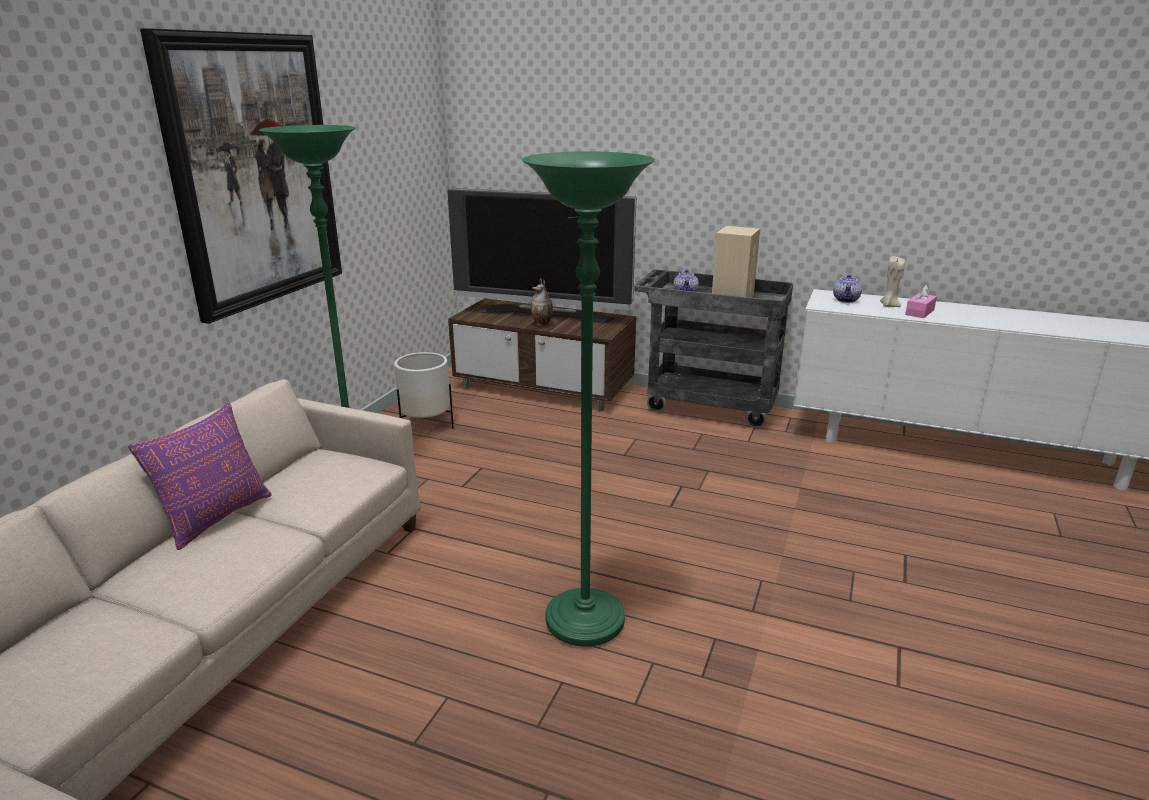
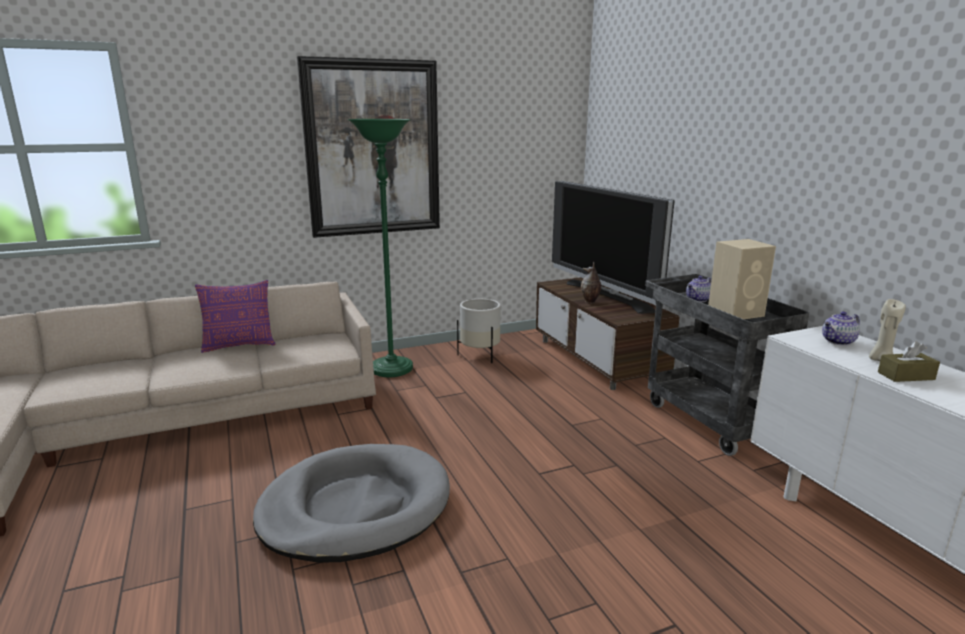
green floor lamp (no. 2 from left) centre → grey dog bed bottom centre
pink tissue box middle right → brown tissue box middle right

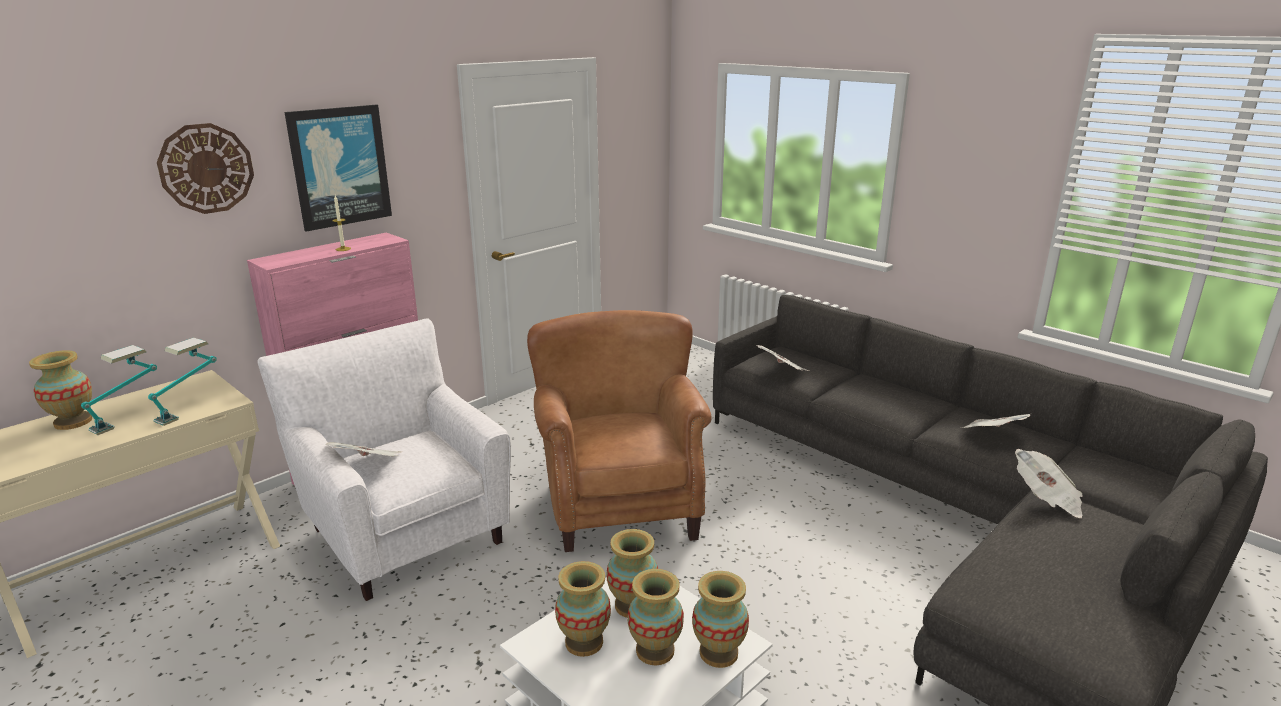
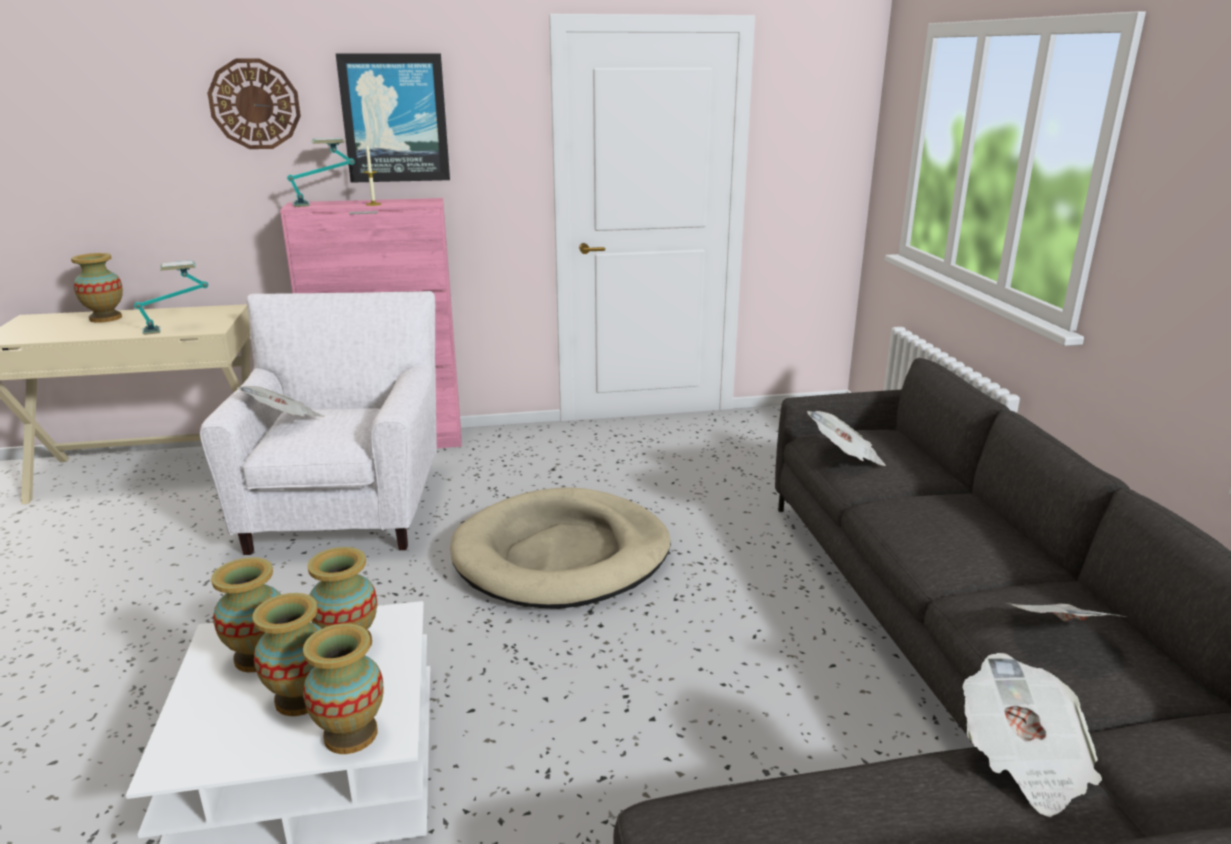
brown armchair centre → beige dog bed centre
table lamp (no. 1 from left in the first image) middle left → table lamp (no. 2 from left) top left, shifted

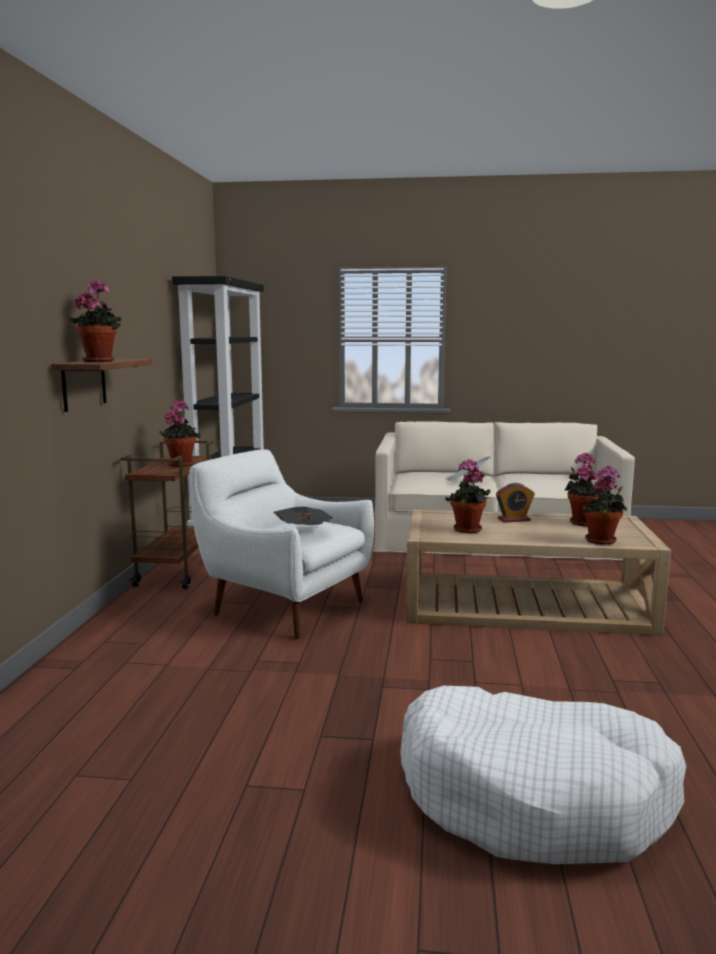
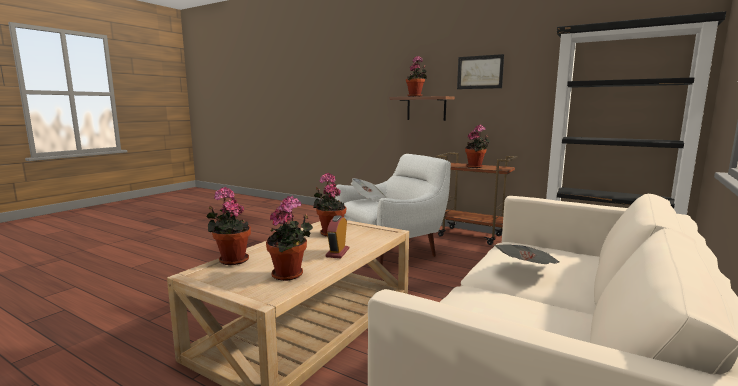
white dog bed bottom right → -
- → picture top centre

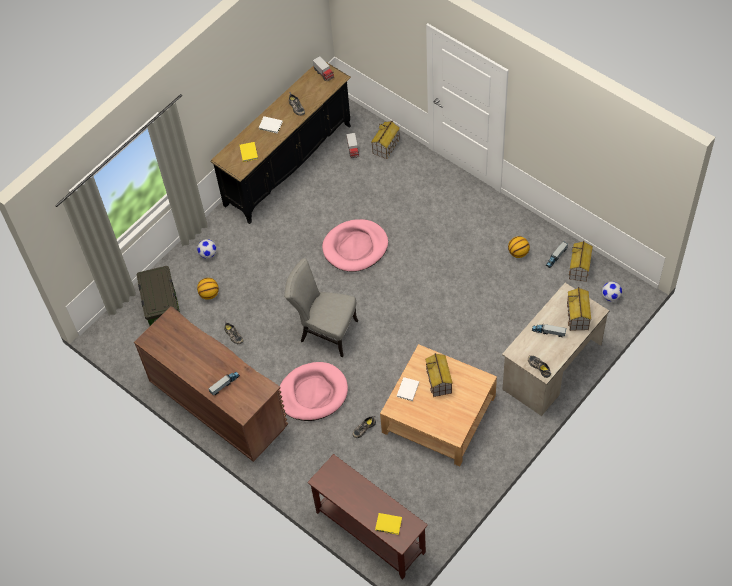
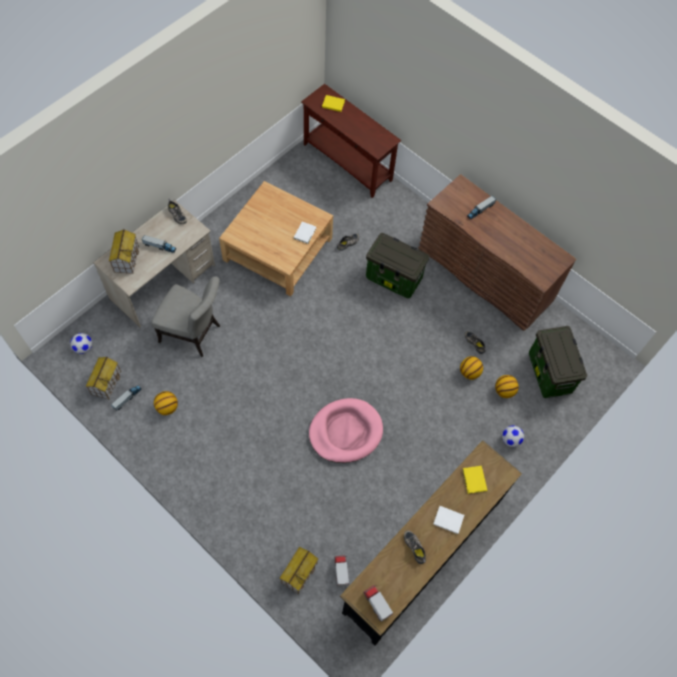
grey chair centre → grey chair middle left, shifted
toy house (no. 2 from left) centre → -
pink dog bed (no. 1 from left) bottom centre → storage box (no. 1 from left) centre
- → basketball (no. 2 from left) middle right

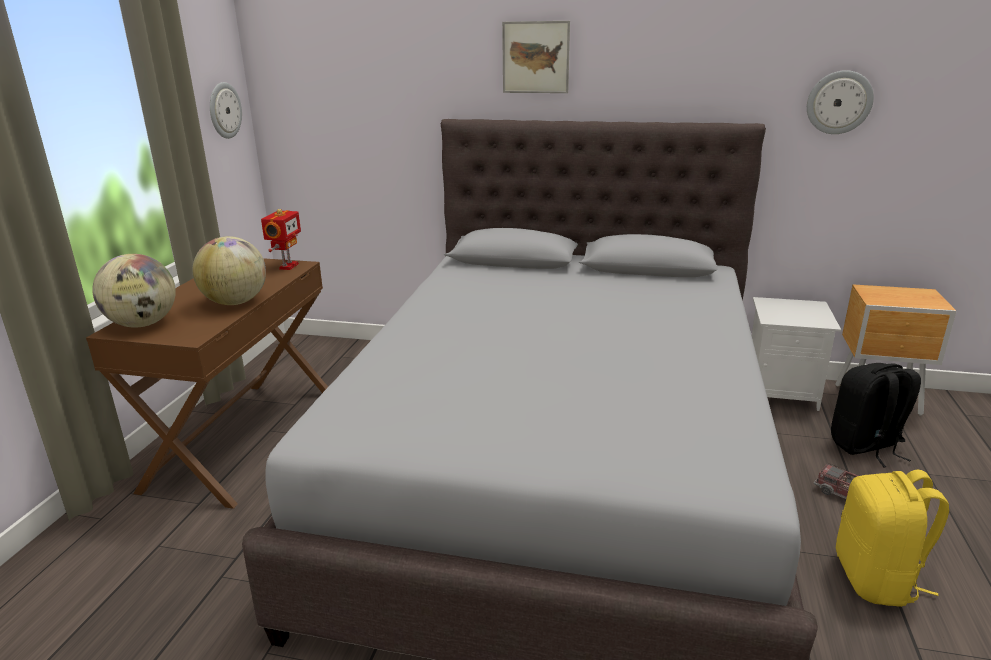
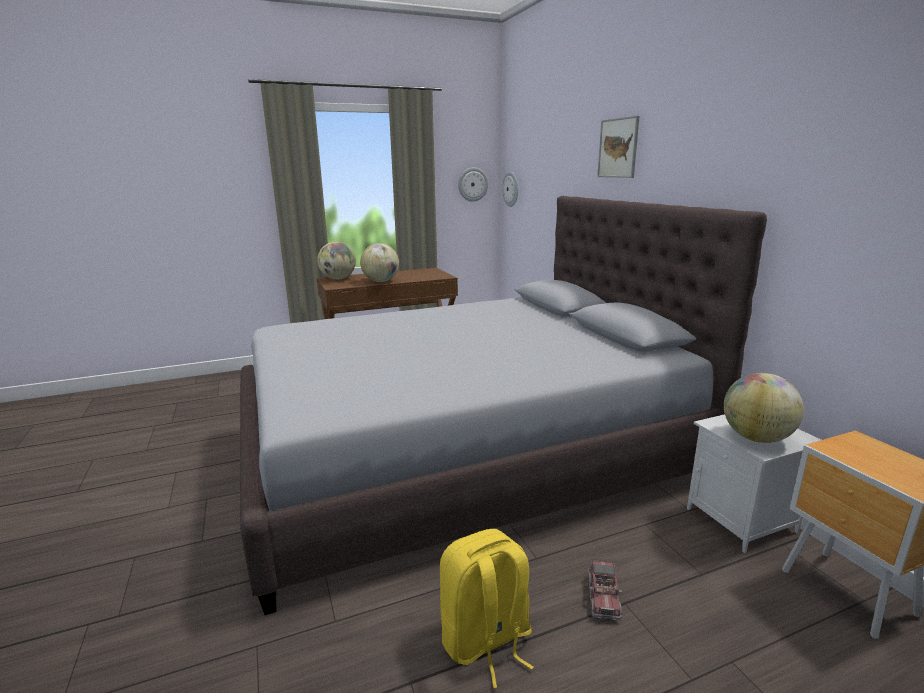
wall clock (no. 2 from left) top right → wall clock (no. 2 from left) top centre, shifted
toy robot middle left → -
black backpack middle right → -
- → globe (no. 3 from left) middle right

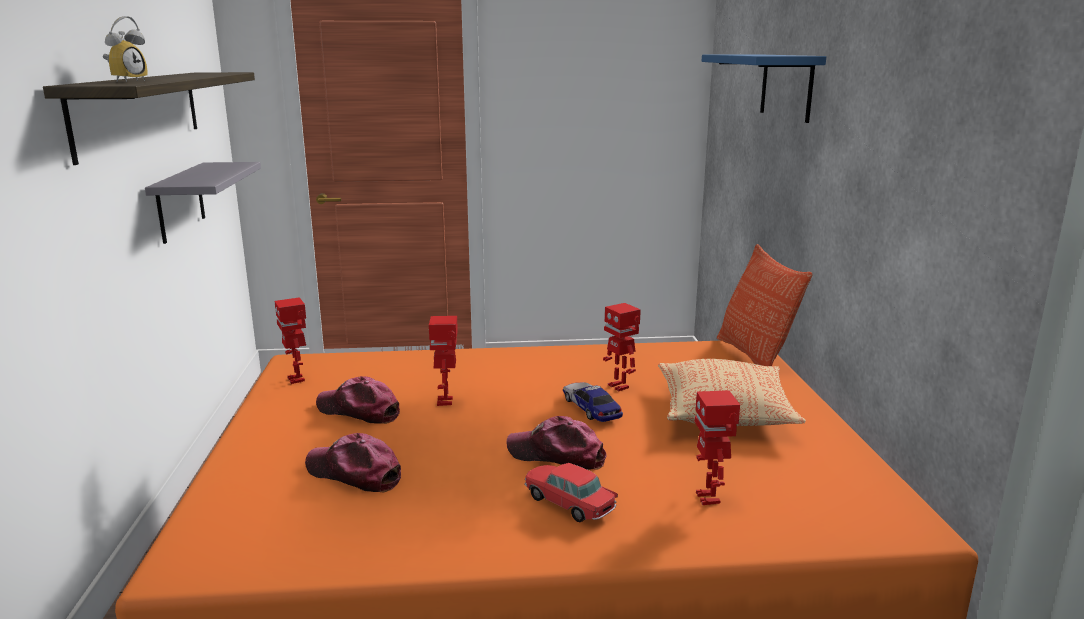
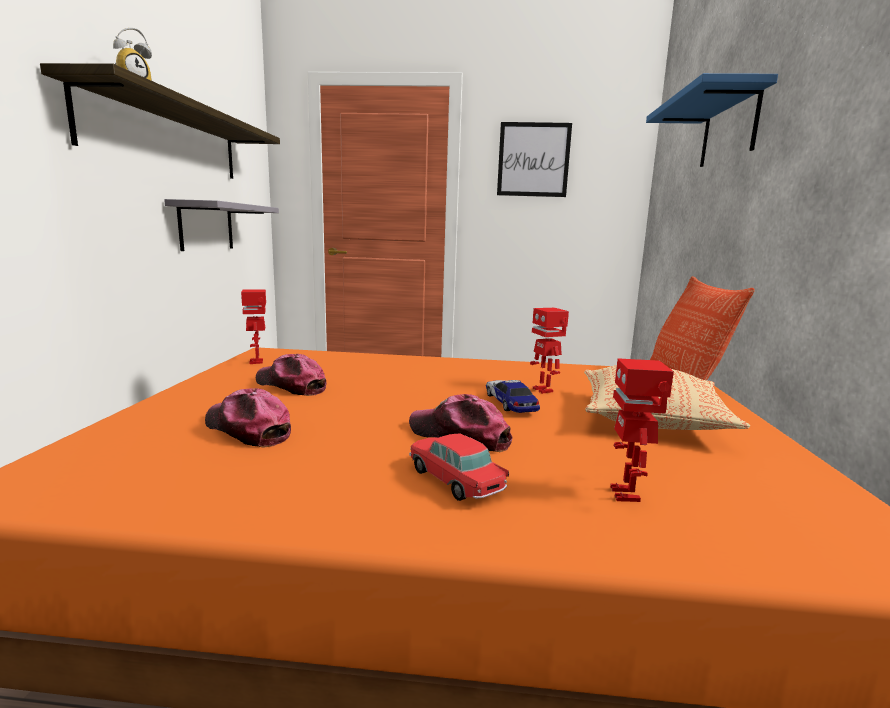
toy robot (no. 2 from left) centre → -
- → picture top centre

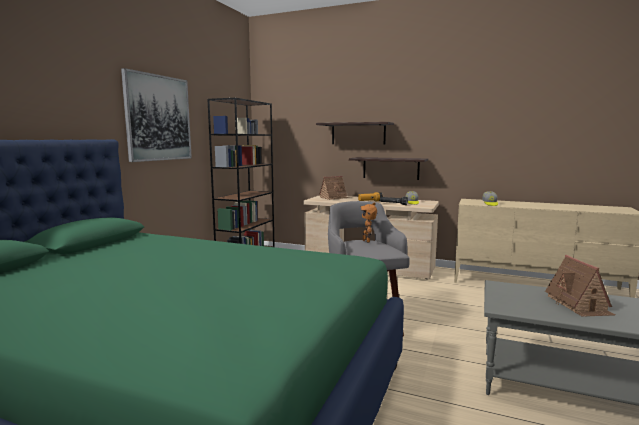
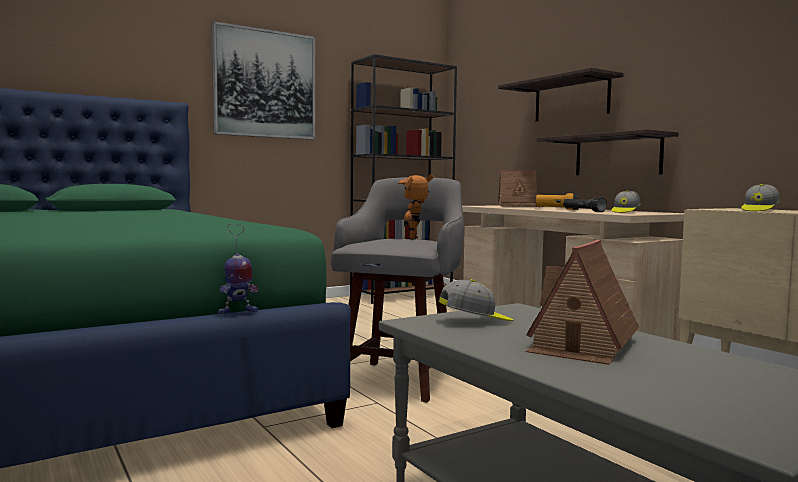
- → toy robot (no. 1 from left) middle left
- → cap (no. 1 from left) centre

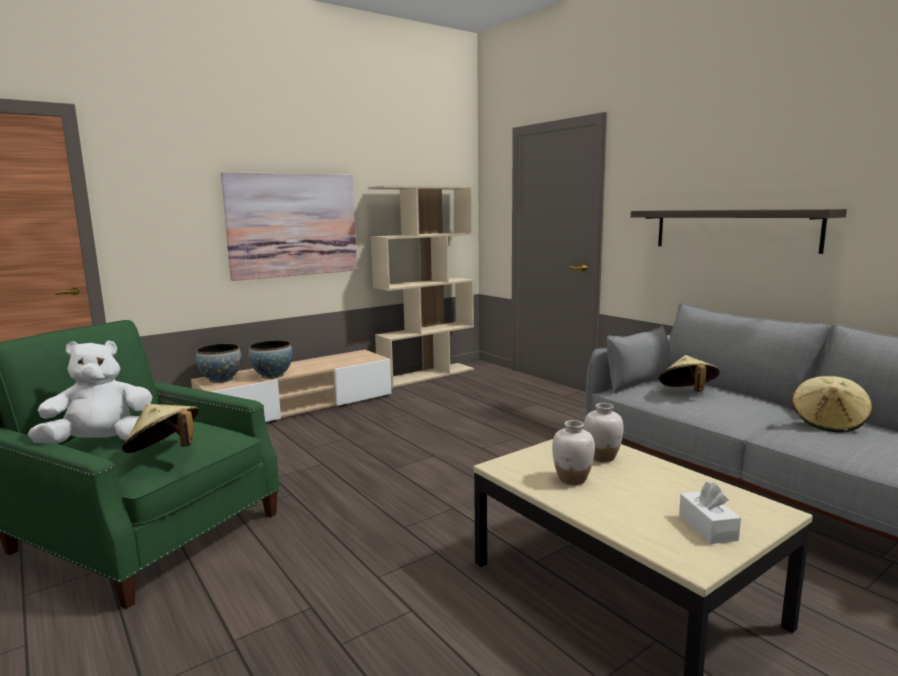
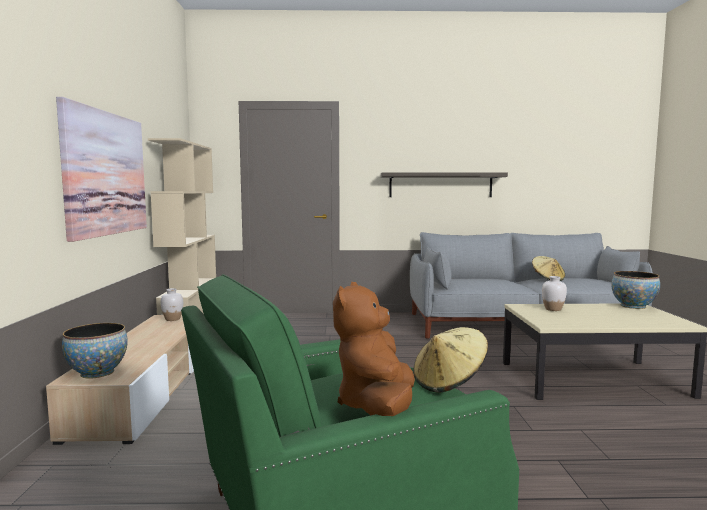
bowl (no. 2 from left) middle left → bowl (no. 2 from left) middle right, shifted
white plush toy middle left → brown plush toy bottom centre
beige hat (no. 2 from left) middle right → -
white vase (no. 1 from left) bottom centre → white vase (no. 1 from left) middle left, shifted
white tissue box bottom right → -

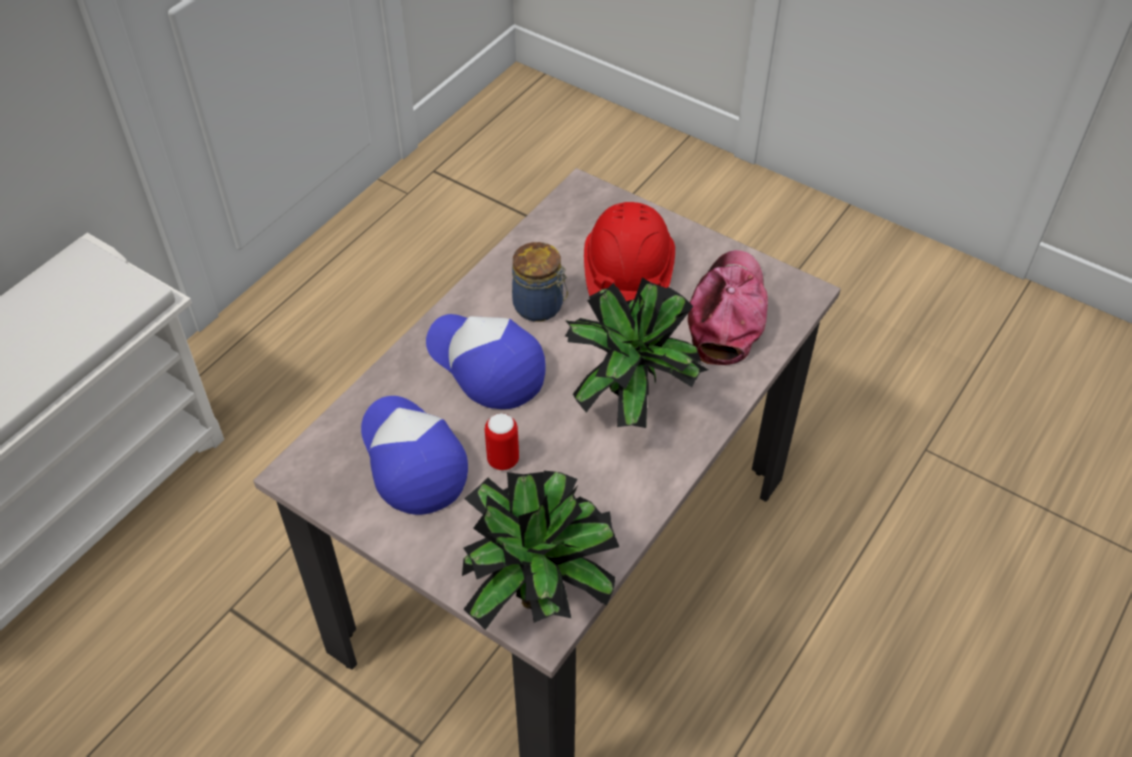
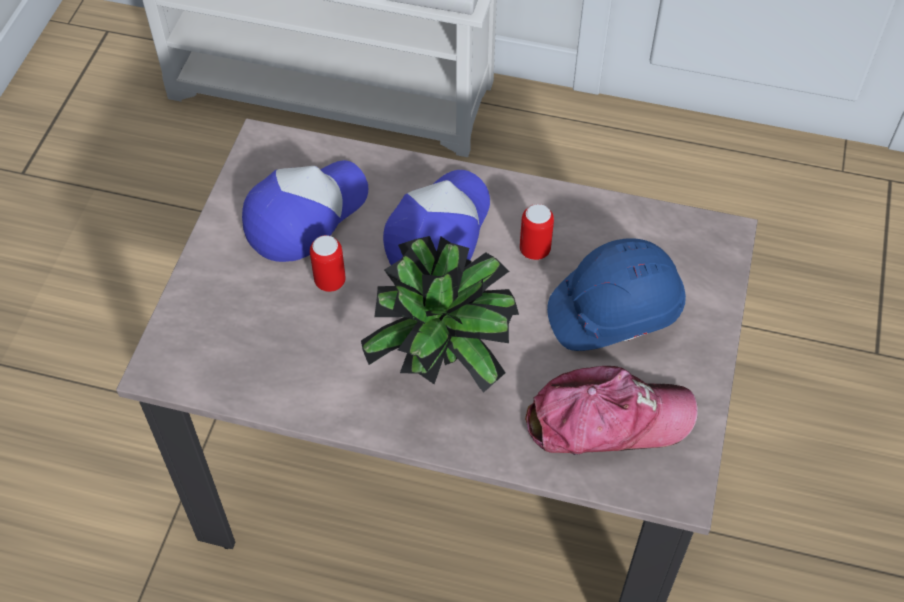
red hard hat top centre → blue hard hat middle right
jar centre → can (no. 2 from left) centre
potted plant (no. 1 from left) bottom centre → -

